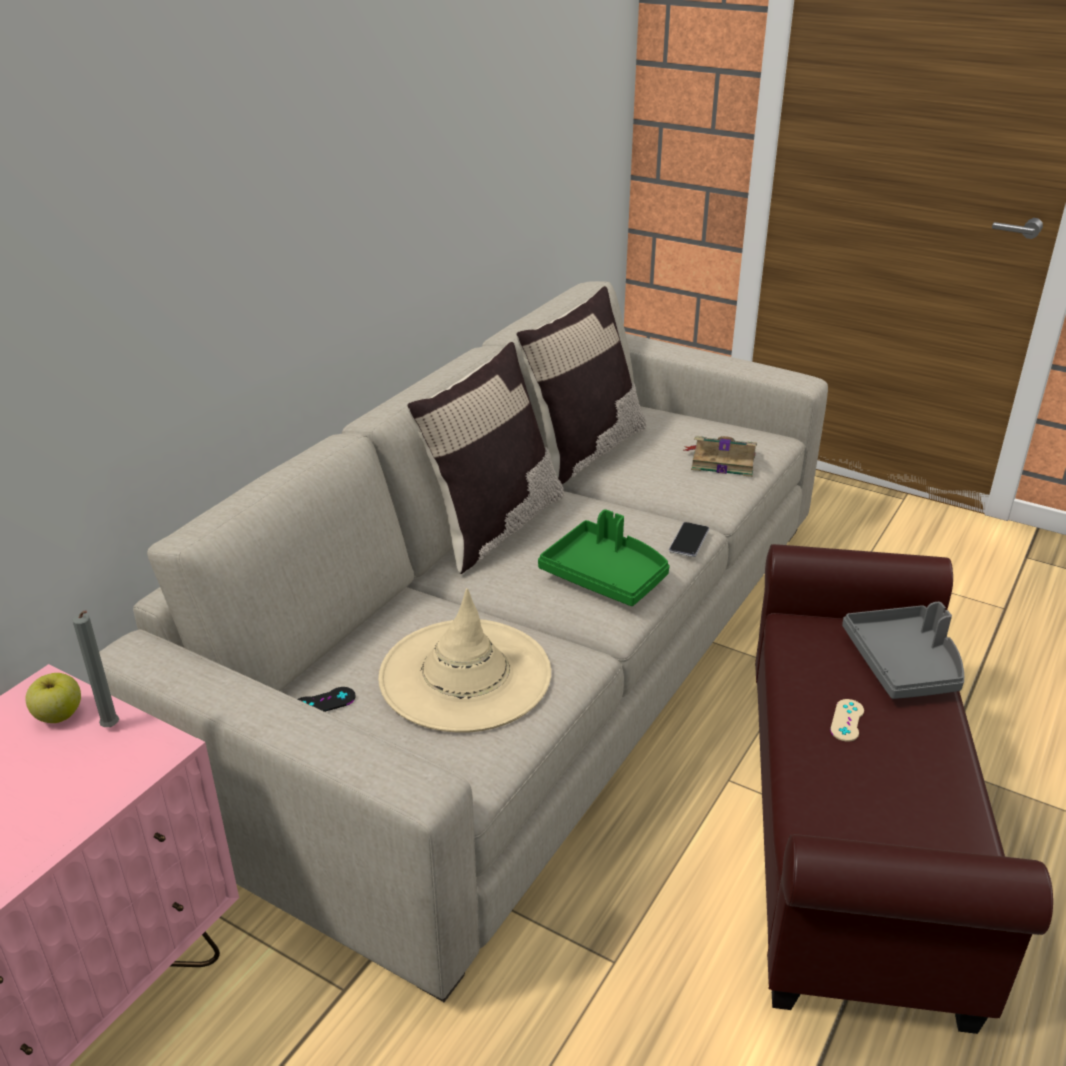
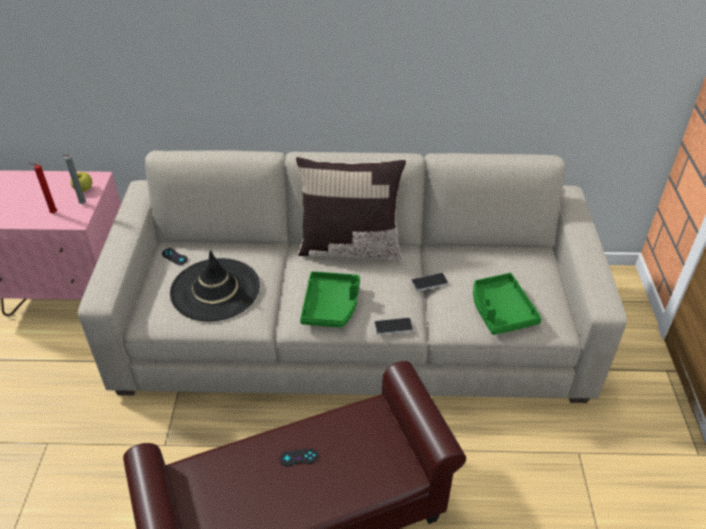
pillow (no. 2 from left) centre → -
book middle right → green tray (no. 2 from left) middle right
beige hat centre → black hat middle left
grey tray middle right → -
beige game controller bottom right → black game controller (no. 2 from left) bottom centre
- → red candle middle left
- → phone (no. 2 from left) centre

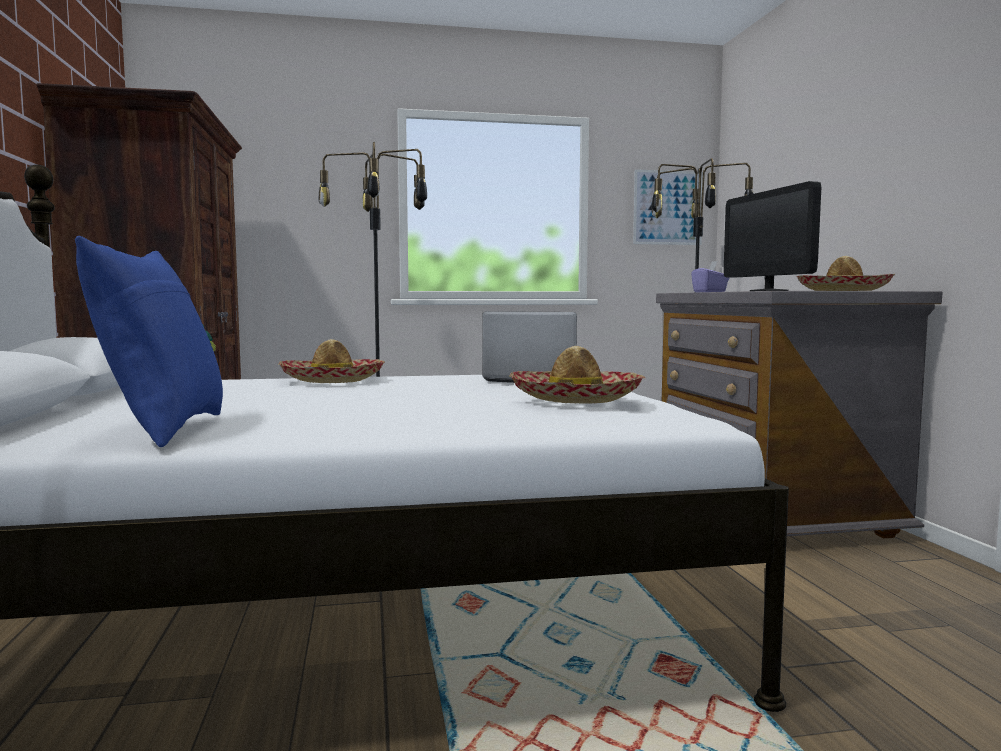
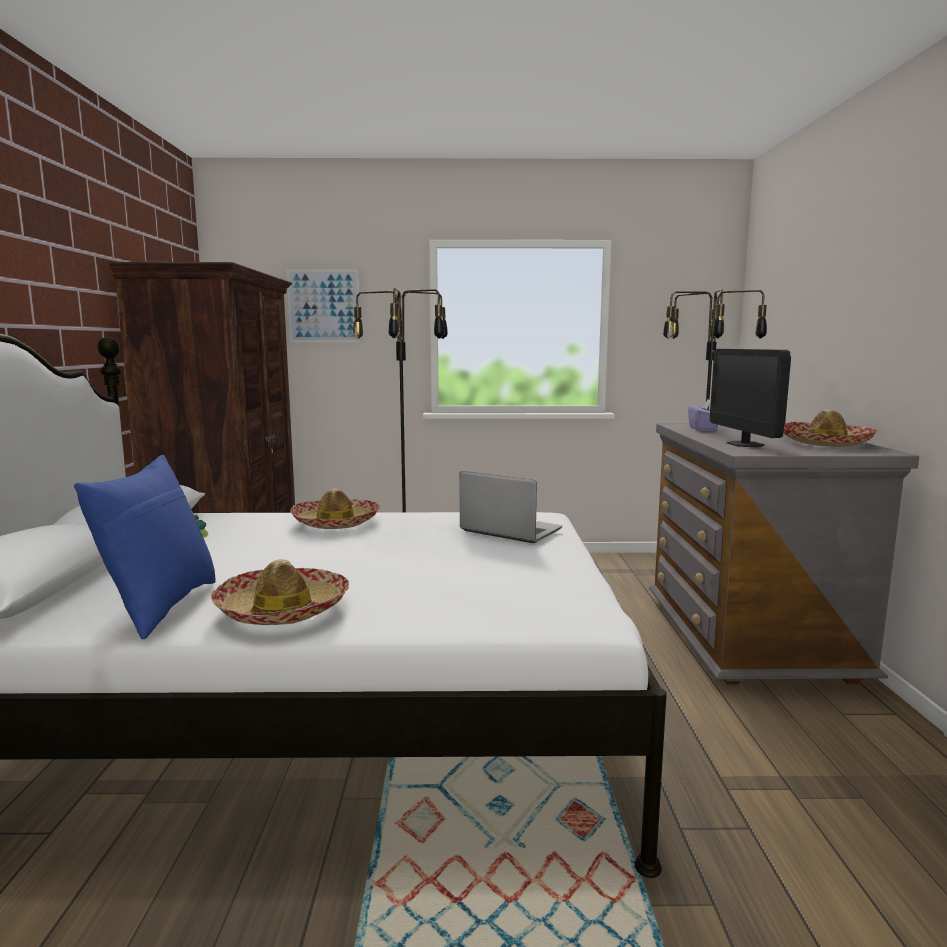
picture top right → picture top centre, shifted
hat (no. 2 from left in the first image) centre → hat (no. 1 from left) middle left, shifted

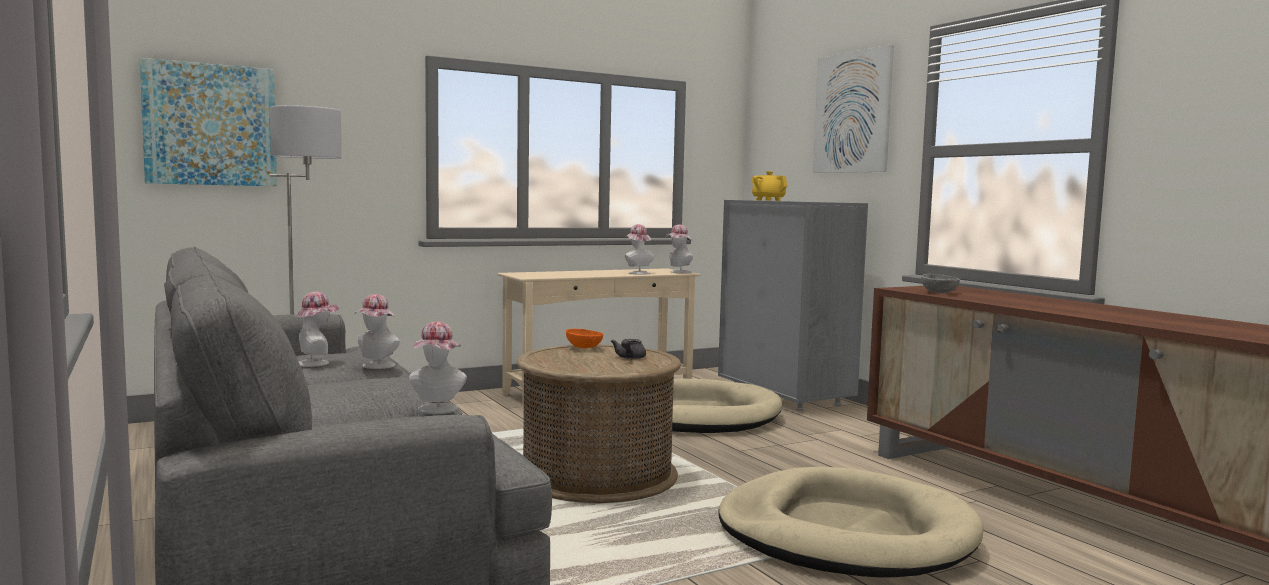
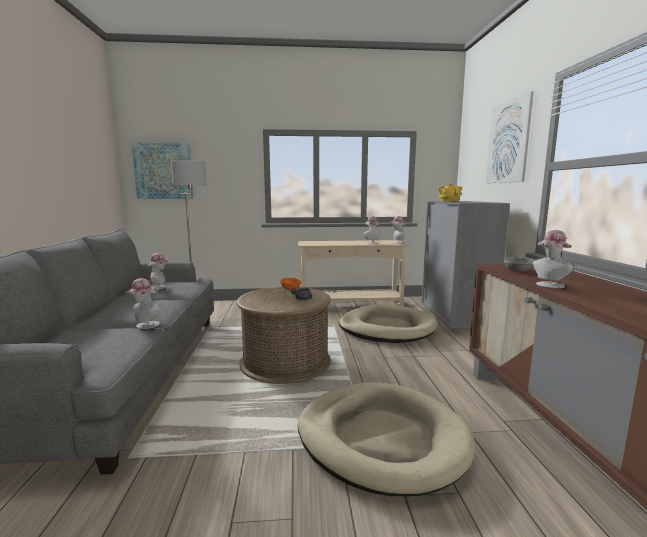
hat (no. 2 from left in the first image) middle left → hat (no. 5 from left) middle right, shifted

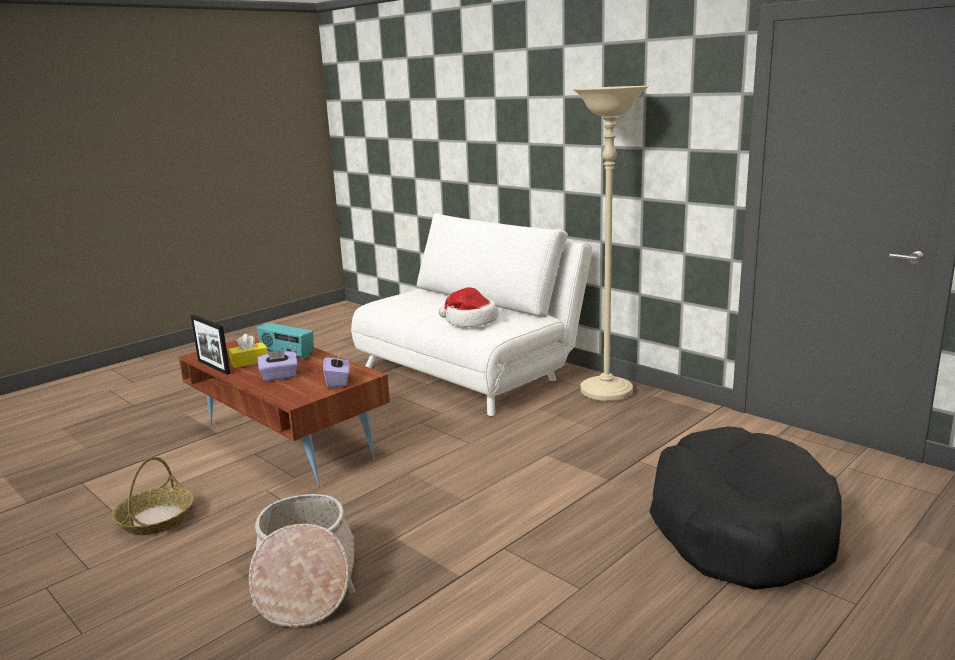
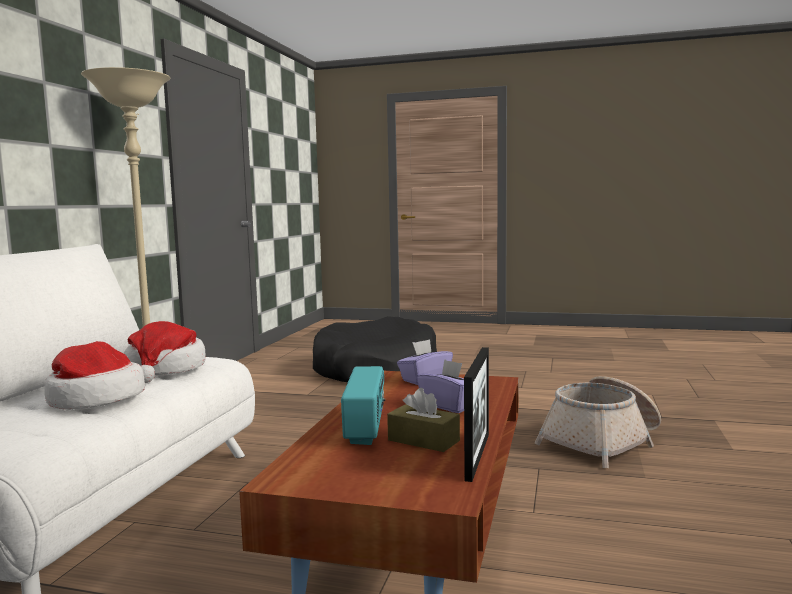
yellow tissue box middle left → brown tissue box bottom centre
basket (no. 1 from left) bottom left → -
- → hat (no. 1 from left) middle left

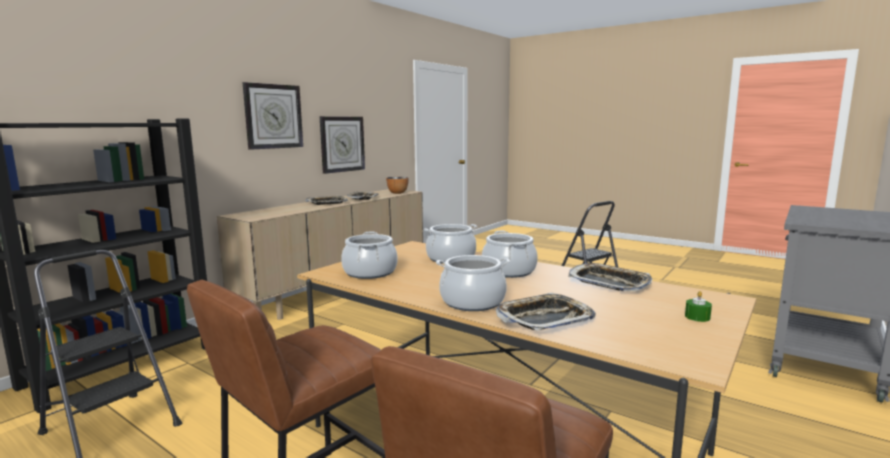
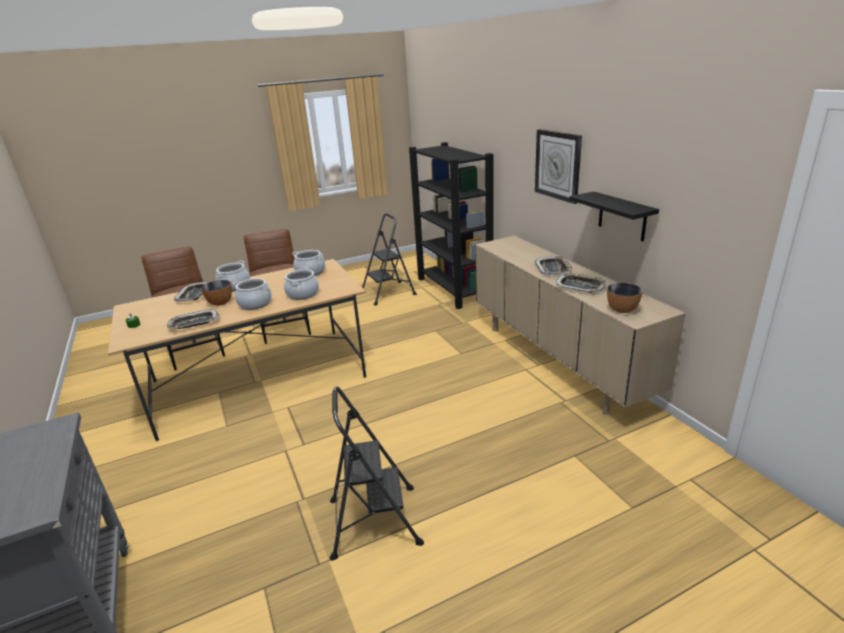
wall clock (no. 2 from left) top centre → black shelf middle right
- → bowl (no. 1 from left) middle left

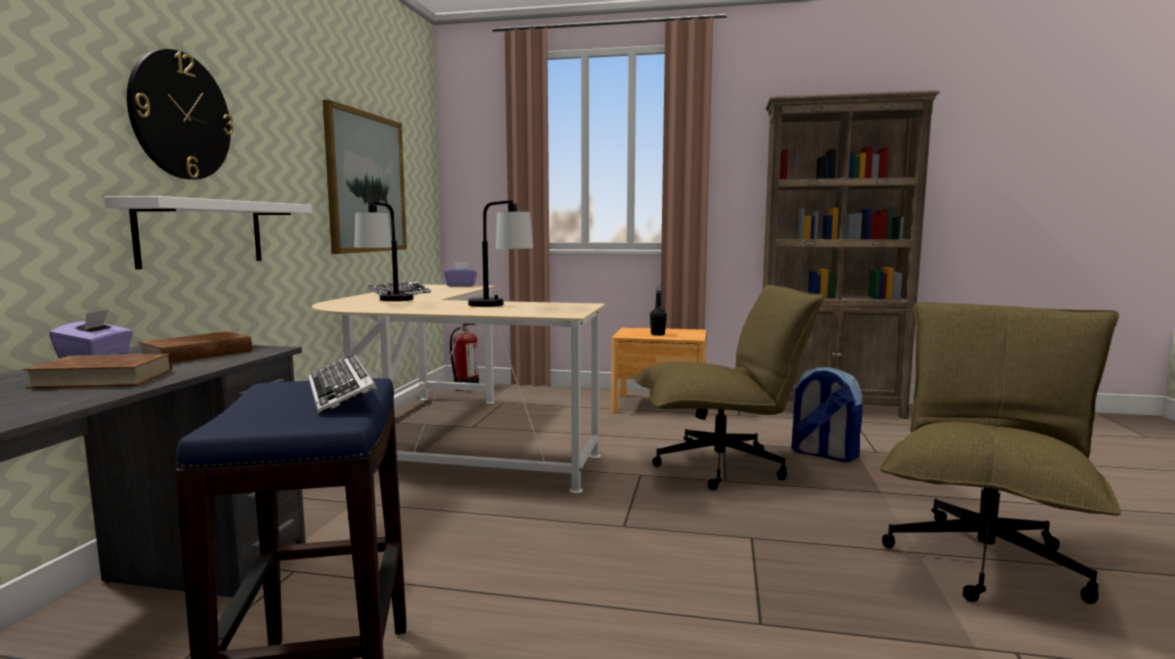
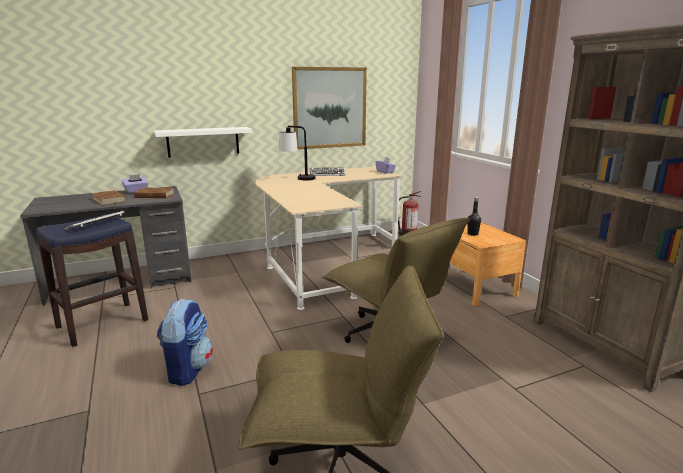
wall clock top left → -
table lamp (no. 2 from left) centre → -
backpack middle right → backpack bottom left, shifted

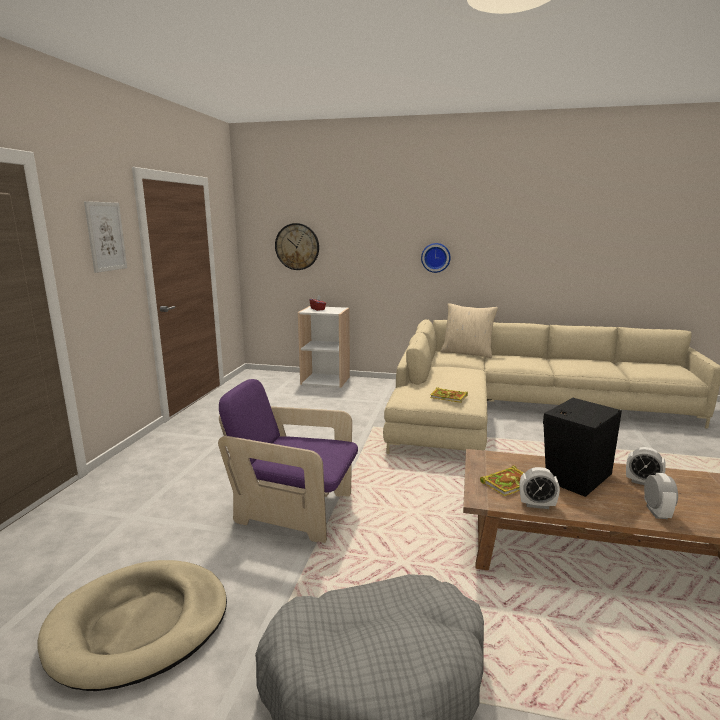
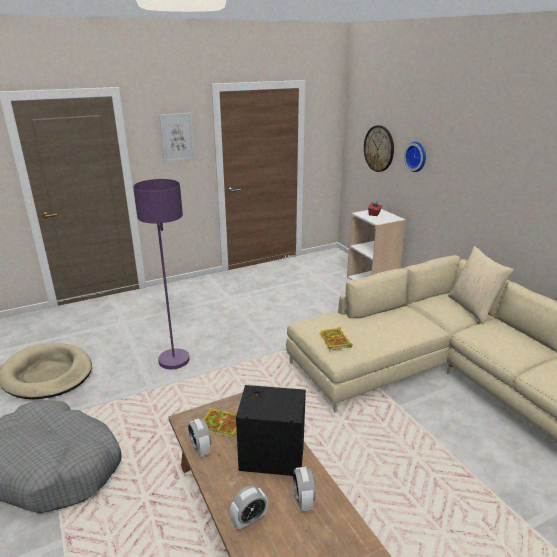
wall clock (no. 2 from left) centre → wall clock (no. 2 from left) top right, shifted
purple armchair centre → purple floor lamp middle left

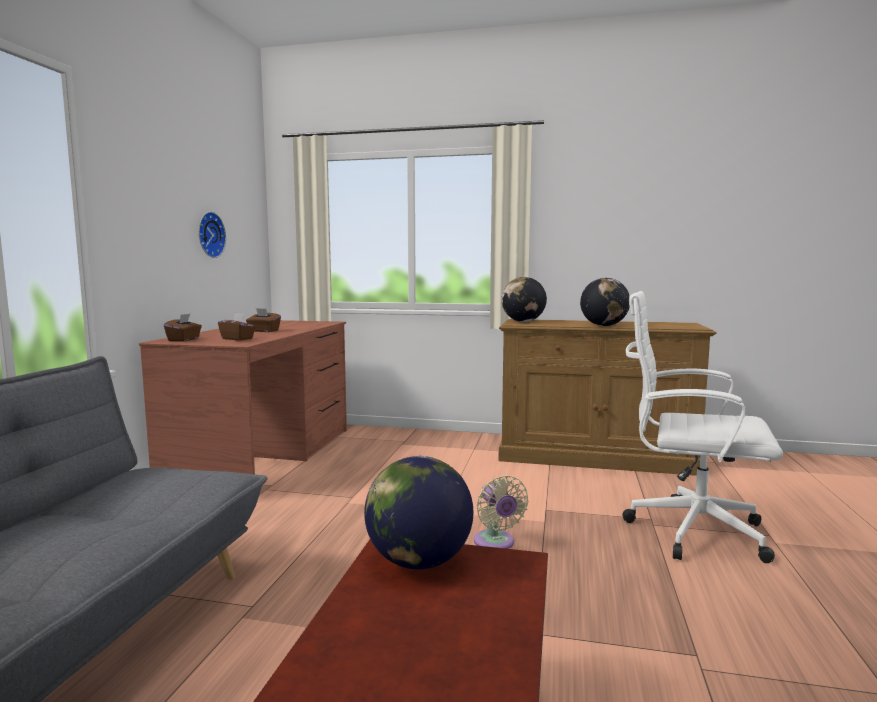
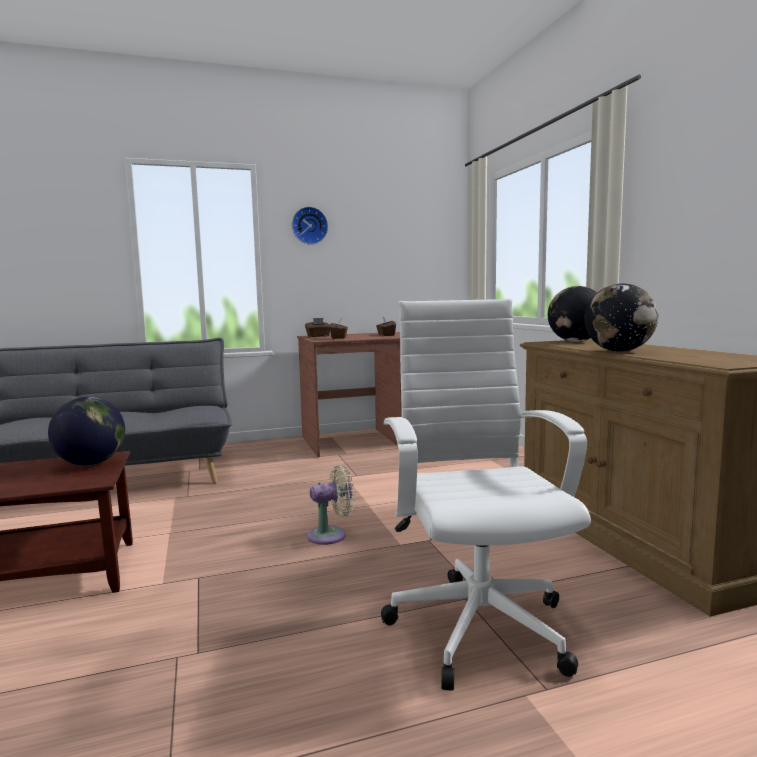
wall clock middle left → wall clock top centre, shifted
beige fan bottom centre, 150 degrees counterclockwise

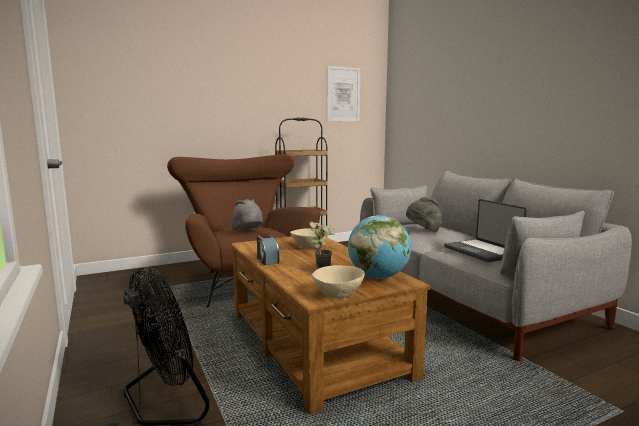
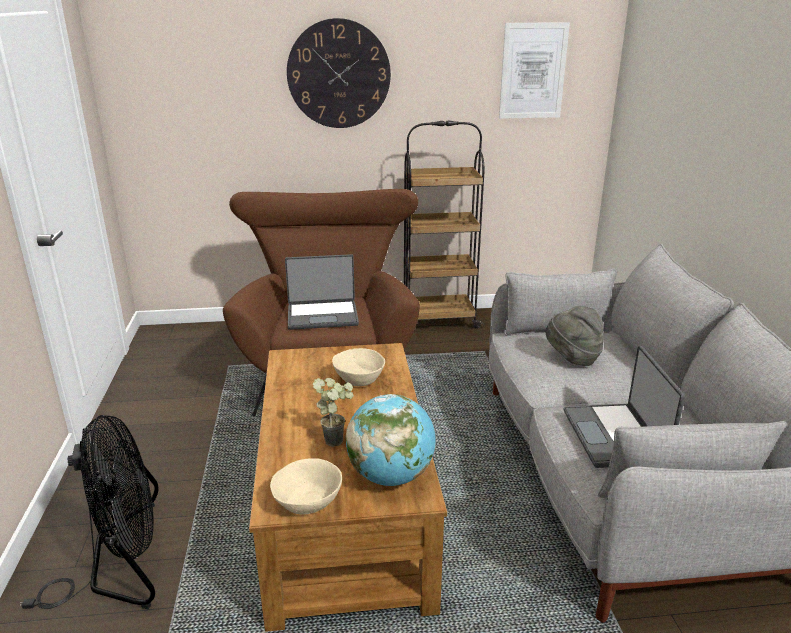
grey hat (no. 1 from left) centre → laptop (no. 1 from left) centre
alarm clock centre → -
- → wall clock top centre

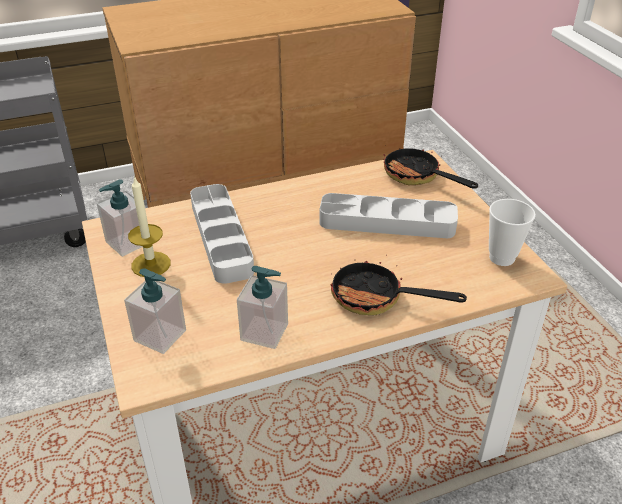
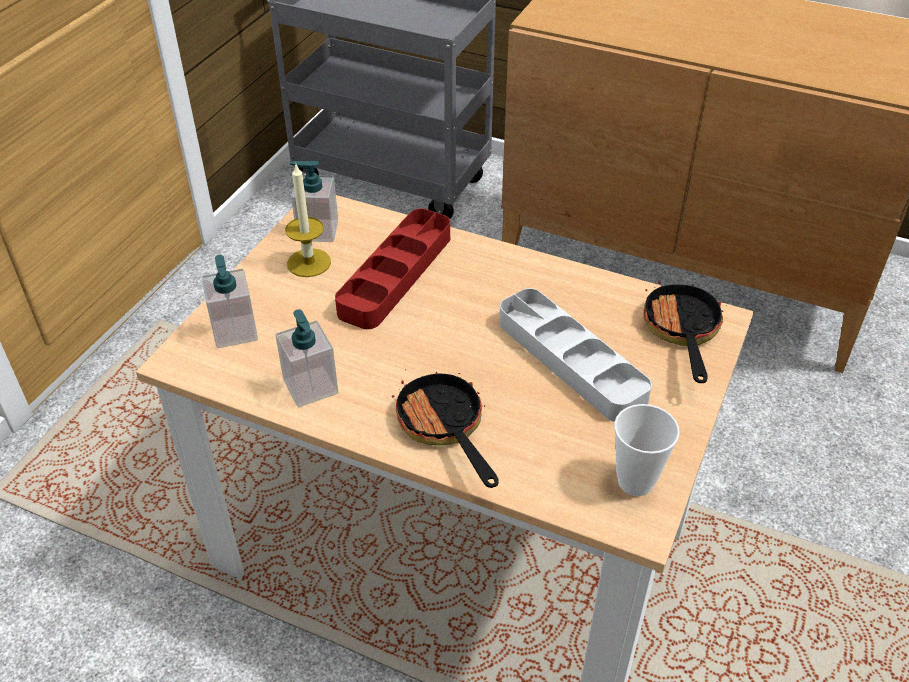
grey tray (no. 1 from left) centre → red tray centre

